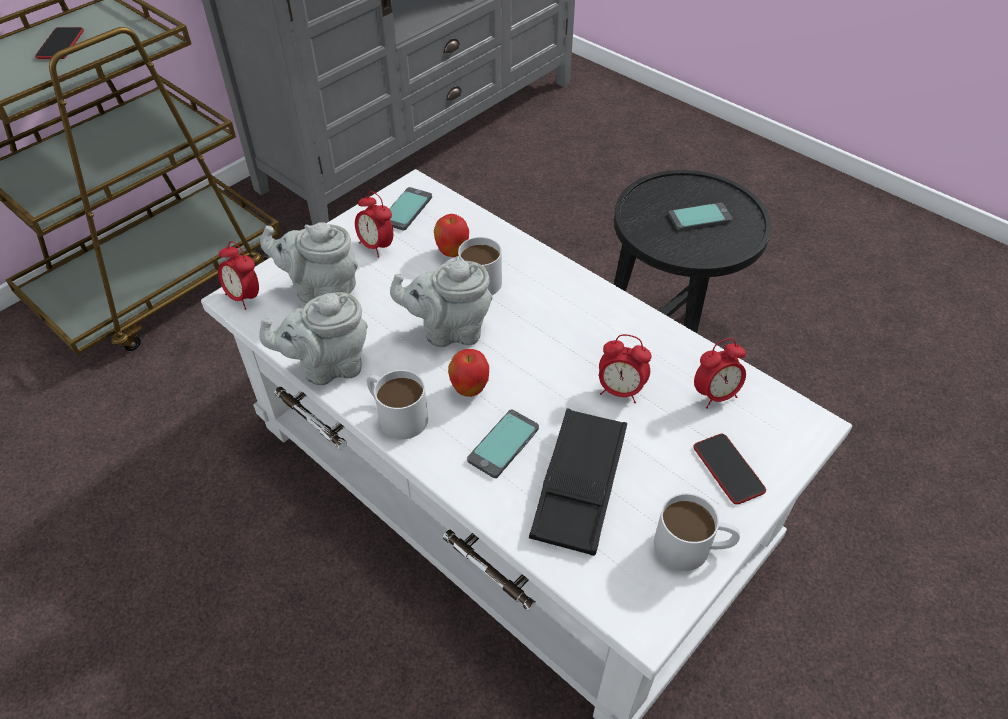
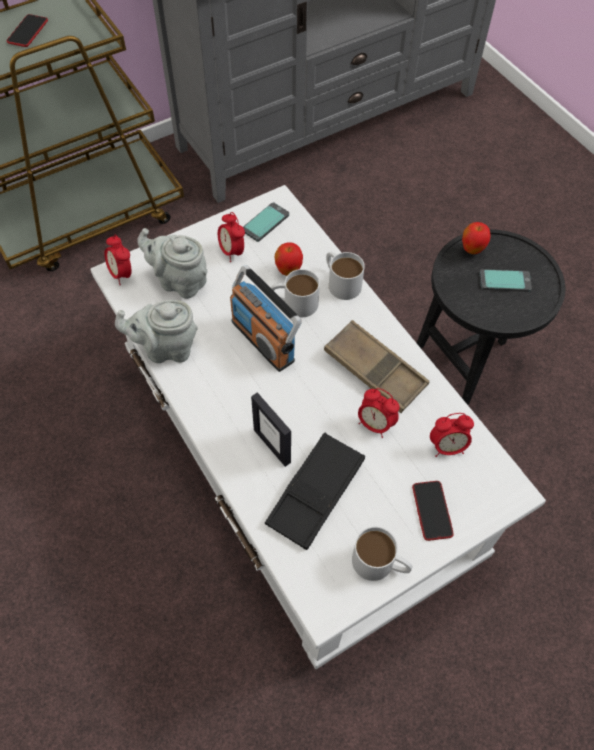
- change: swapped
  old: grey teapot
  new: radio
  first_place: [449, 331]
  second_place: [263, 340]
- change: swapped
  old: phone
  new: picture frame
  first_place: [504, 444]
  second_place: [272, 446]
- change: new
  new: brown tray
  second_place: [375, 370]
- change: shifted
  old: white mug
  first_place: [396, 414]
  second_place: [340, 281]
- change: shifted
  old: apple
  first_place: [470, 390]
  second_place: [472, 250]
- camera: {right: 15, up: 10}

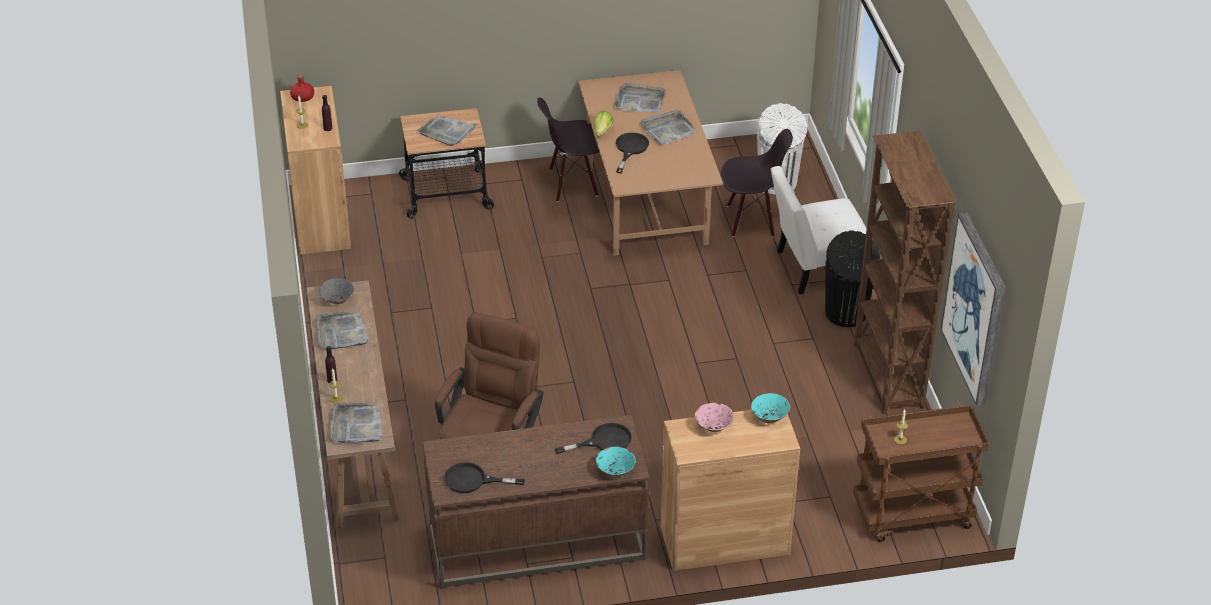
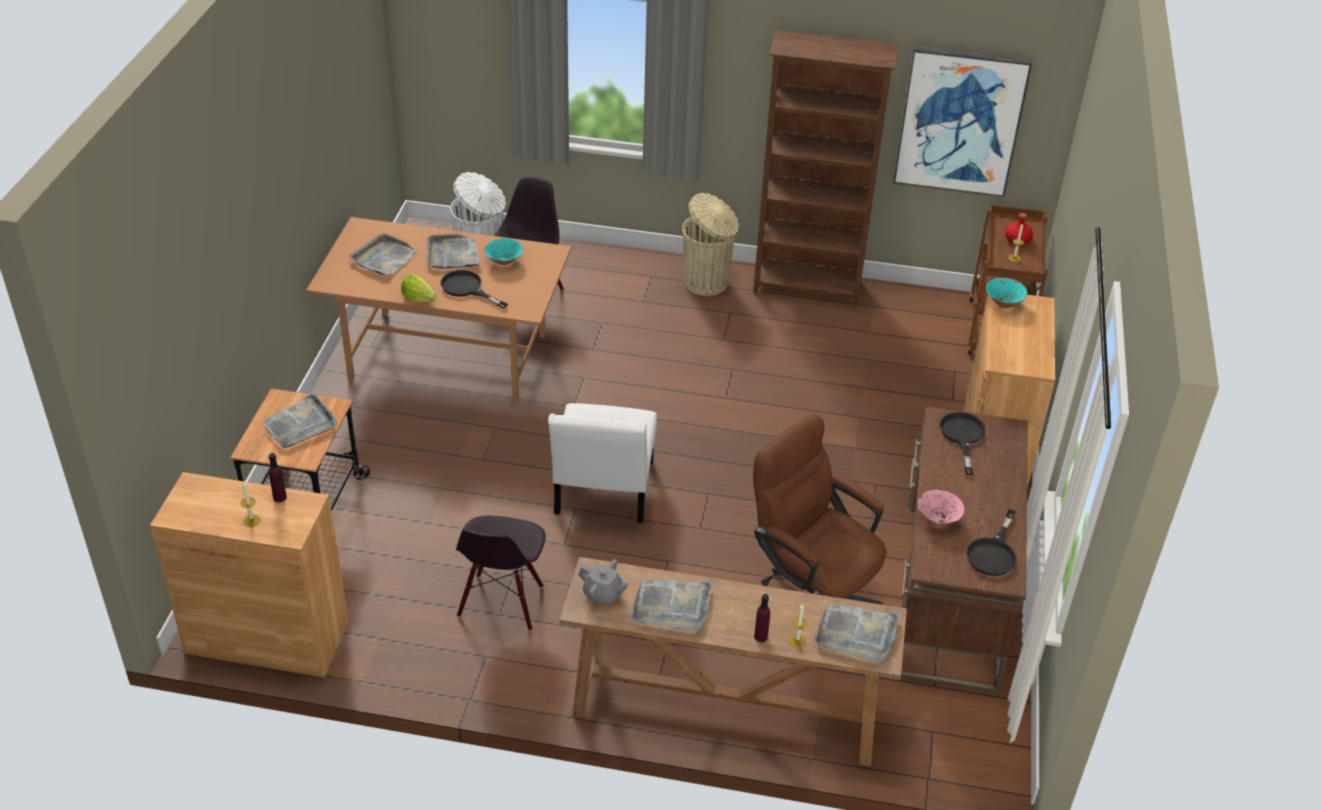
- change: shifted
  old: black chair
  first_place: [572, 183]
  second_place: [502, 602]
- change: shifted
  old: turquoise bowl
  first_place: [615, 471]
  second_place: [504, 261]
- change: shifted
  old: white chair
  first_place: [816, 267]
  second_place: [603, 492]
- change: swapped
  old: grey bowl
  new: grey teapot
  first_place: [337, 300]
  second_place: [603, 594]
- change: repainted
  old: black trash can
  new: beige trash can
  first_place: [846, 314]
  second_place: [707, 283]
- change: shifted
  old: pink bowl
  first_place: [714, 426]
  second_place: [938, 518]
- change: shifted
  old: red bottle
  first_place: [302, 97]
  second_place: [1017, 239]
- camera: {right: -70, up: 0}

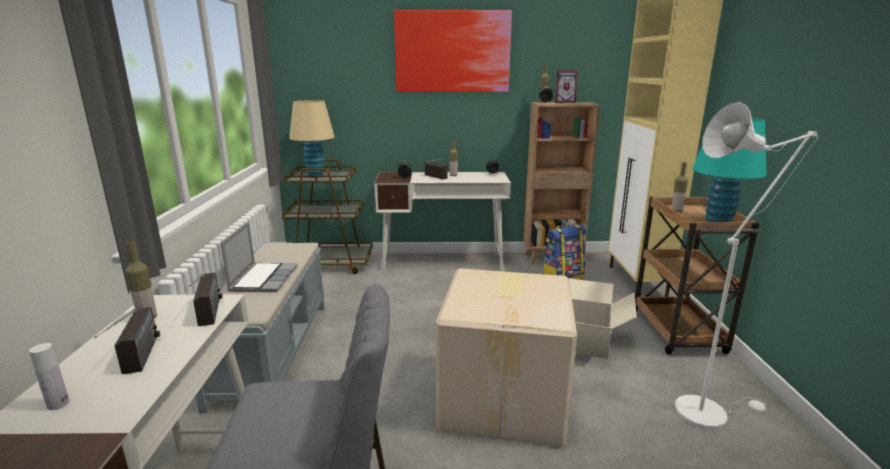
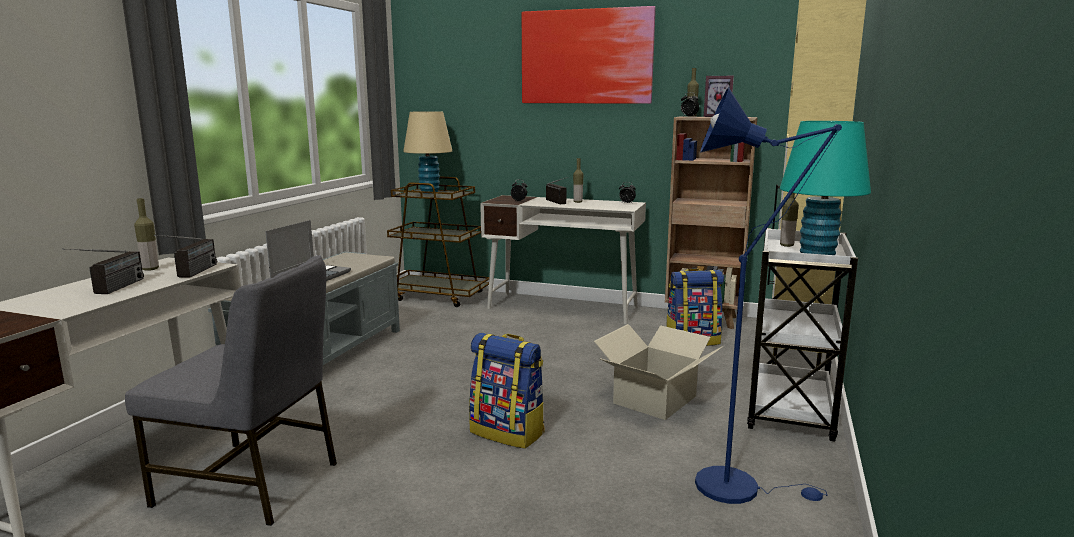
- change: swapped
  old: cardboard box
  new: backpack
  first_place: [505, 398]
  second_place: [508, 432]
- change: repainted
  old: white floor lamp
  new: blue floor lamp
  first_place: [707, 410]
  second_place: [739, 486]
- change: repainted
  old: brown cart
  new: white cart
  first_place: [677, 332]
  second_place: [789, 411]
- change: gone
  old: white bottle
  first_place: [58, 404]
- camera: {right: 20, up: -5}

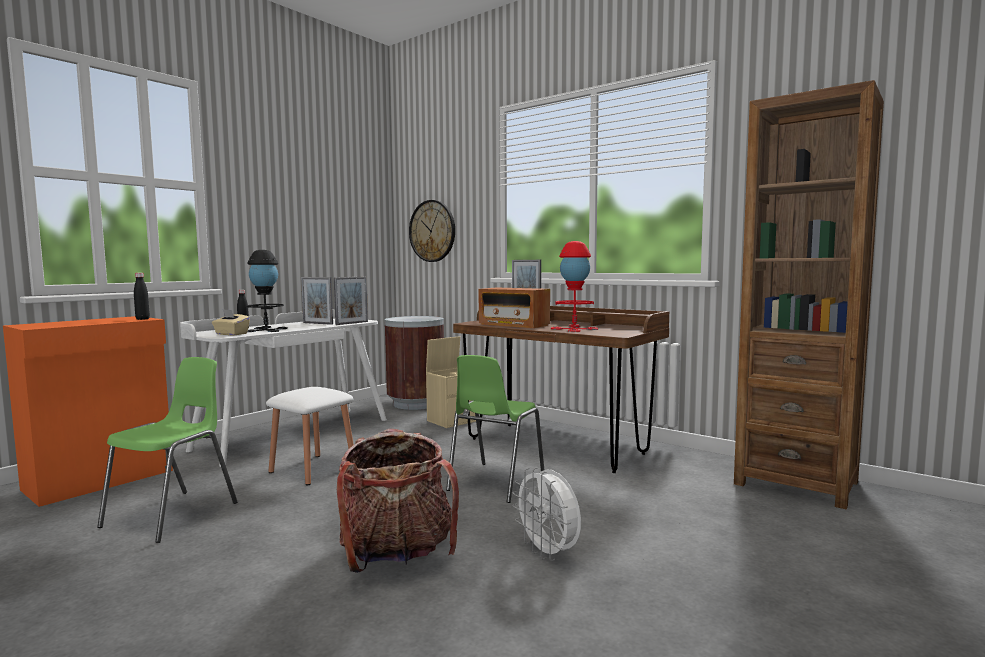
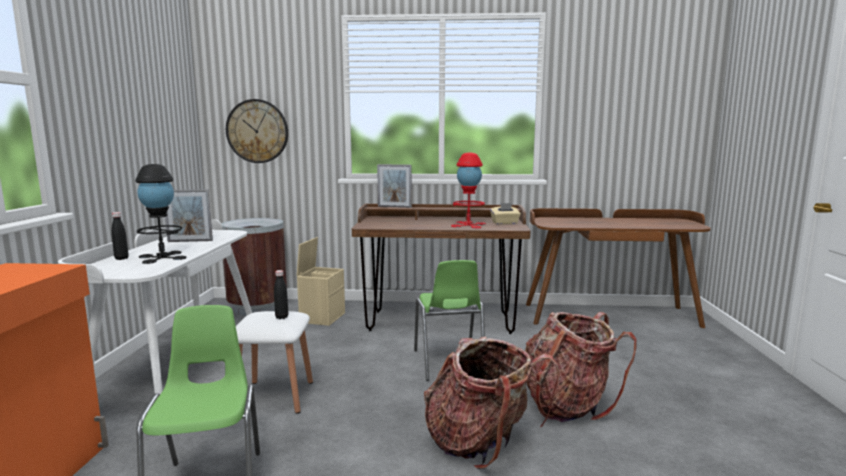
- change: shifted
  old: black bottle
  first_place: [142, 319]
  second_place: [281, 317]
- change: shifted
  old: beige tissue box
  first_place: [231, 334]
  second_place: [505, 223]
- change: swapped
  old: white fan
  new: backpack
  first_place: [548, 553]
  second_place: [567, 404]
- change: swapped
  old: brown bookcase
  new: brown desk
  first_place: [796, 483]
  second_place: [609, 315]
- change: gone
  old: picture frame
  first_place: [352, 323]
- change: gone
  old: radio
  first_place: [513, 325]
- camera: {right: -35, up: 5}

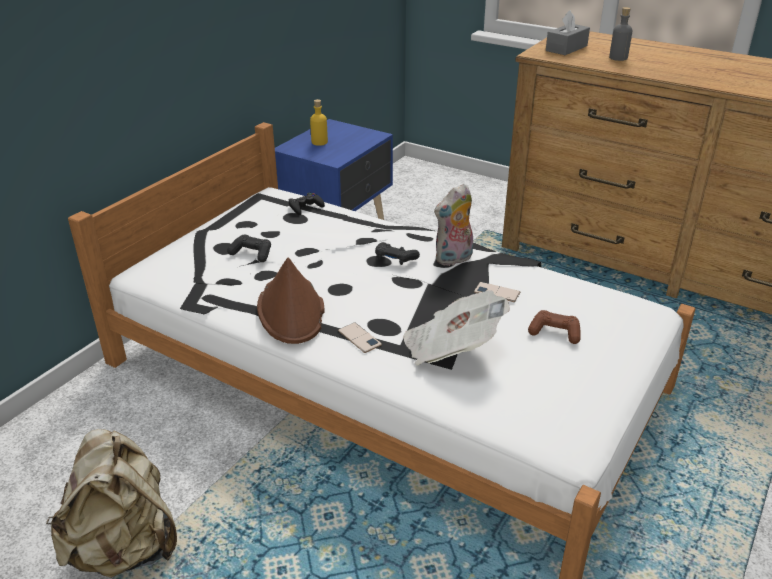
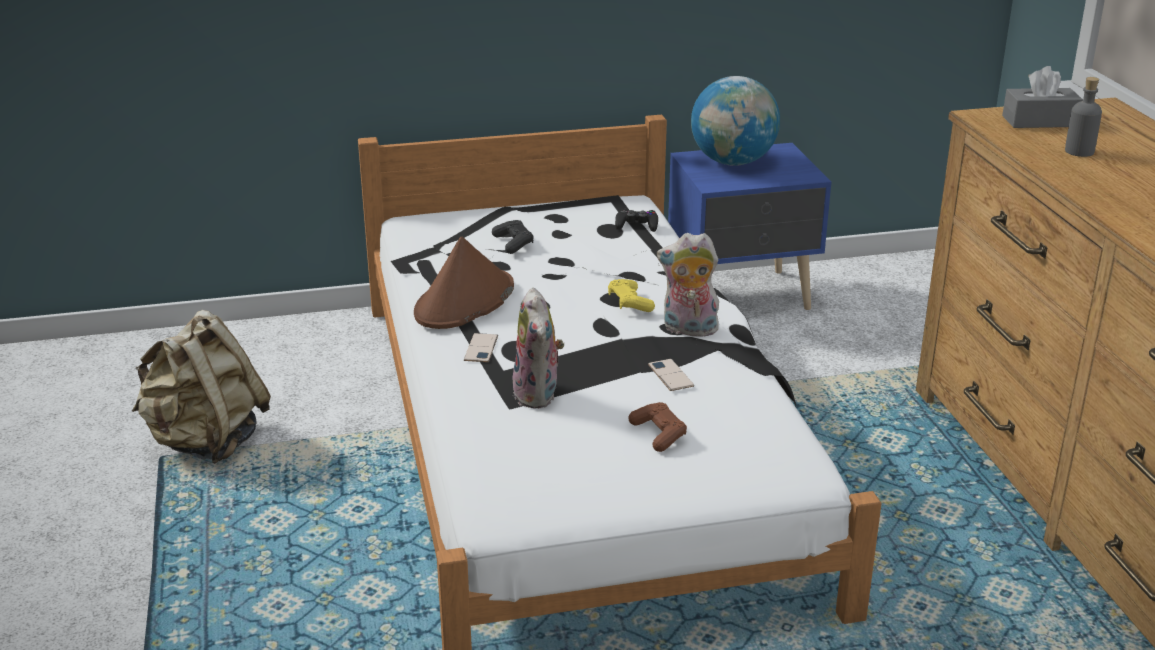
- change: swapped
  old: newspaper
  new: plush toy
  first_place: [451, 348]
  second_place: [539, 395]
- change: repainted
  old: black game controller
  new: yellow game controller
  first_place: [395, 259]
  second_place: [629, 303]
- change: swapped
  old: yellow bottle
  new: globe
  first_place: [319, 142]
  second_place: [732, 162]
- camera: {right: 45, up: -5}

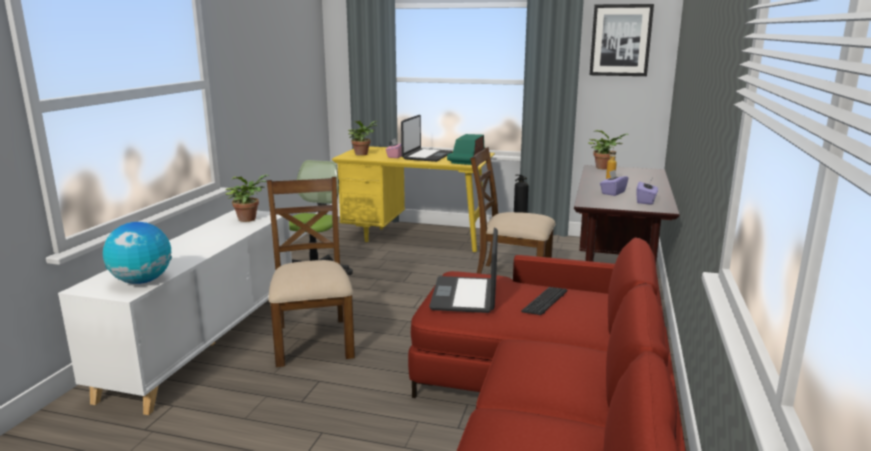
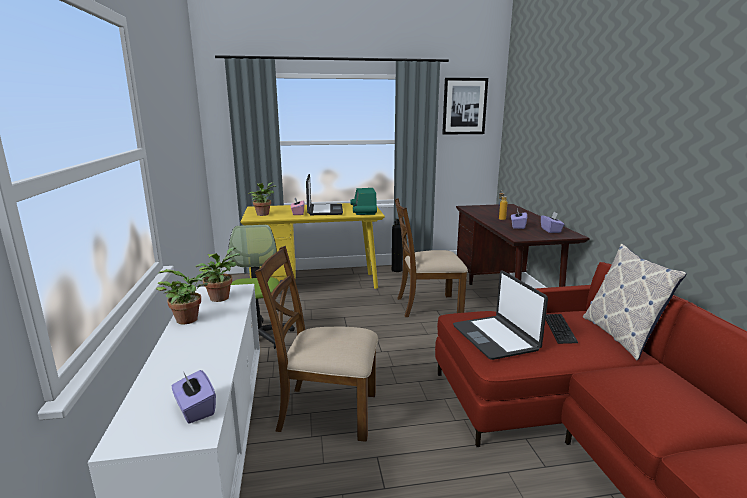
- change: shifted
  old: potted plant
  first_place: [605, 168]
  second_place: [190, 319]
- change: swapped
  old: globe
  new: purple tissue box
  first_place: [142, 281]
  second_place: [195, 409]
- change: rotated
  old: brown chair
  first_place: [313, 340]
  second_place: [326, 411]
  degrees: -45
- change: new
  new: pillow
  second_place: [621, 336]
- camera: {right: -25, up: 0}

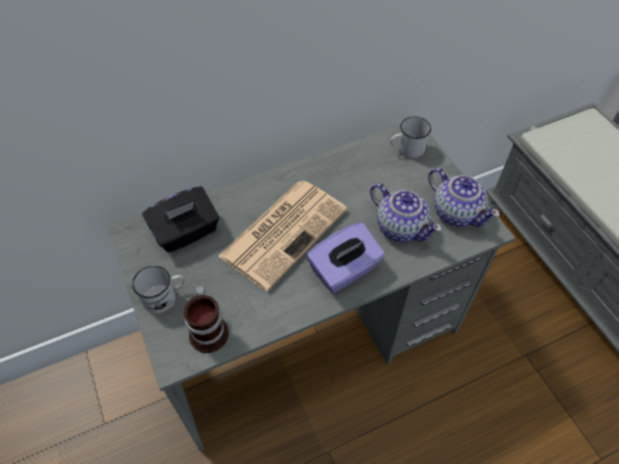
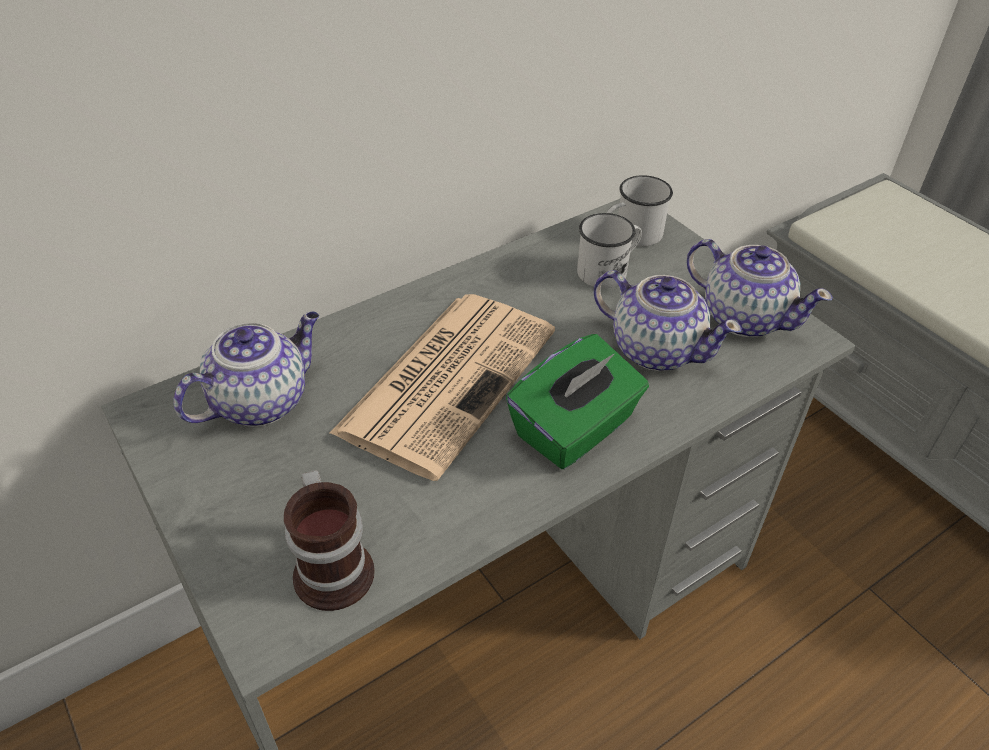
- change: swapped
  old: black tissue box
  new: teapot
  first_place: [186, 232]
  second_place: [262, 401]
- change: repainted
  old: purple tissue box
  new: green tissue box
  first_place: [344, 270]
  second_place: [575, 429]
- change: shifted
  old: white mug
  first_place: [165, 297]
  second_place: [608, 270]
- camera: {right: -10, up: -10}

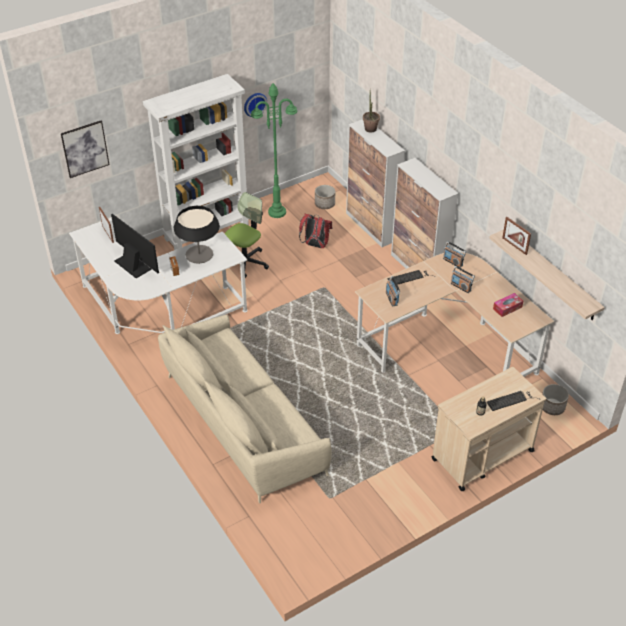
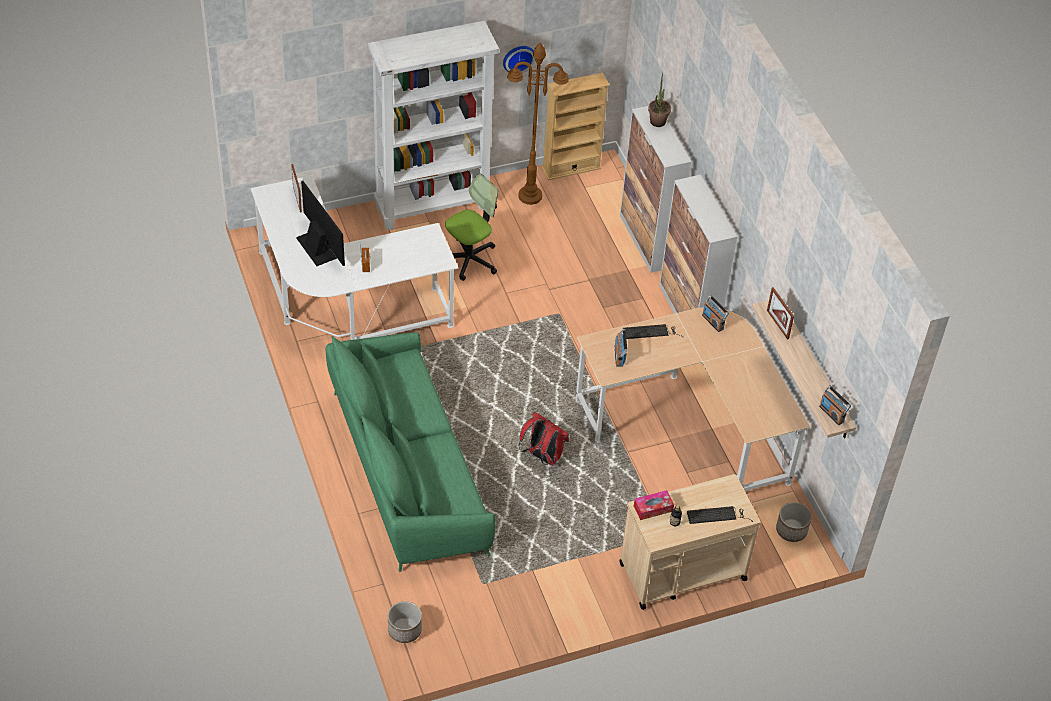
- change: repainted
  old: beige sofa
  new: green sofa
  first_place: [242, 423]
  second_place: [406, 470]
- change: shifted
  old: planter
  first_place: [325, 204]
  second_place: [405, 630]
- change: repainted
  old: green floor lamp
  new: brown floor lamp
  first_place: [277, 212]
  second_place: [530, 196]
- change: shifted
  old: red backpack
  first_place: [315, 245]
  second_place: [542, 456]
- change: new
  new: beige bookcase
  second_place: [571, 168]
- change: shifted
  old: tissue box
  first_place: [507, 308]
  second_place: [653, 508]
- change: shifted
  old: radio
  first_place: [461, 286]
  second_place: [832, 414]
- change: gone
  old: picture
  first_place: [85, 148]
- change: gone
  old: table lamp
  first_place: [199, 254]
- camera: {right: 10, up: 5}

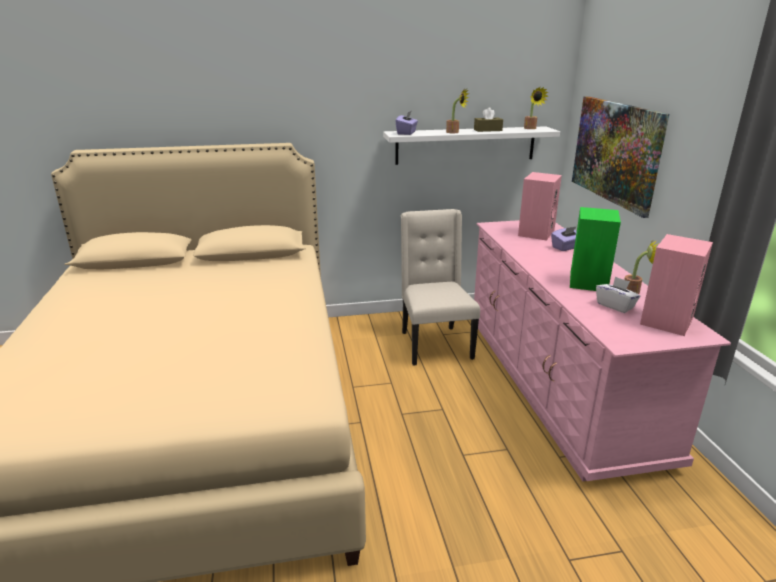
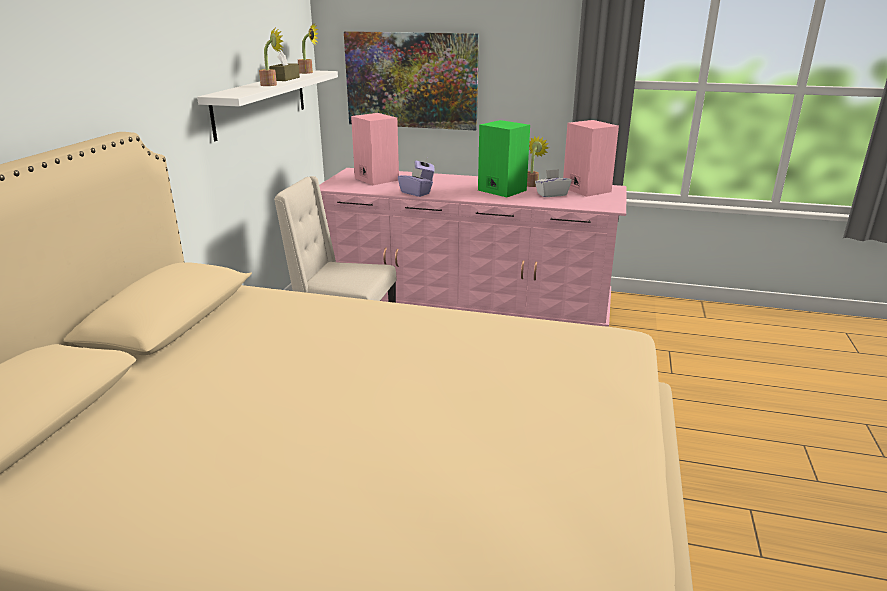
- change: shifted
  old: purple tissue box
  first_place: [406, 133]
  second_place: [415, 193]
- camera: {right: -65, up: 0}

